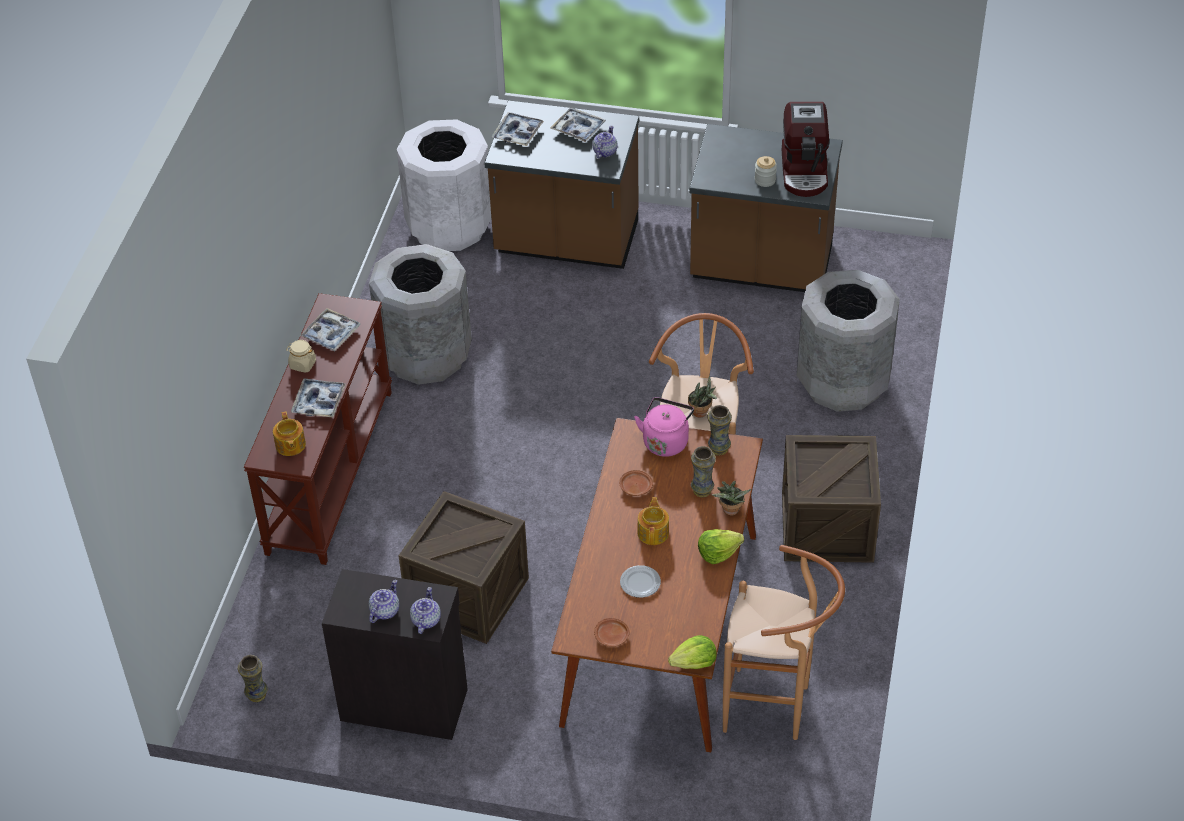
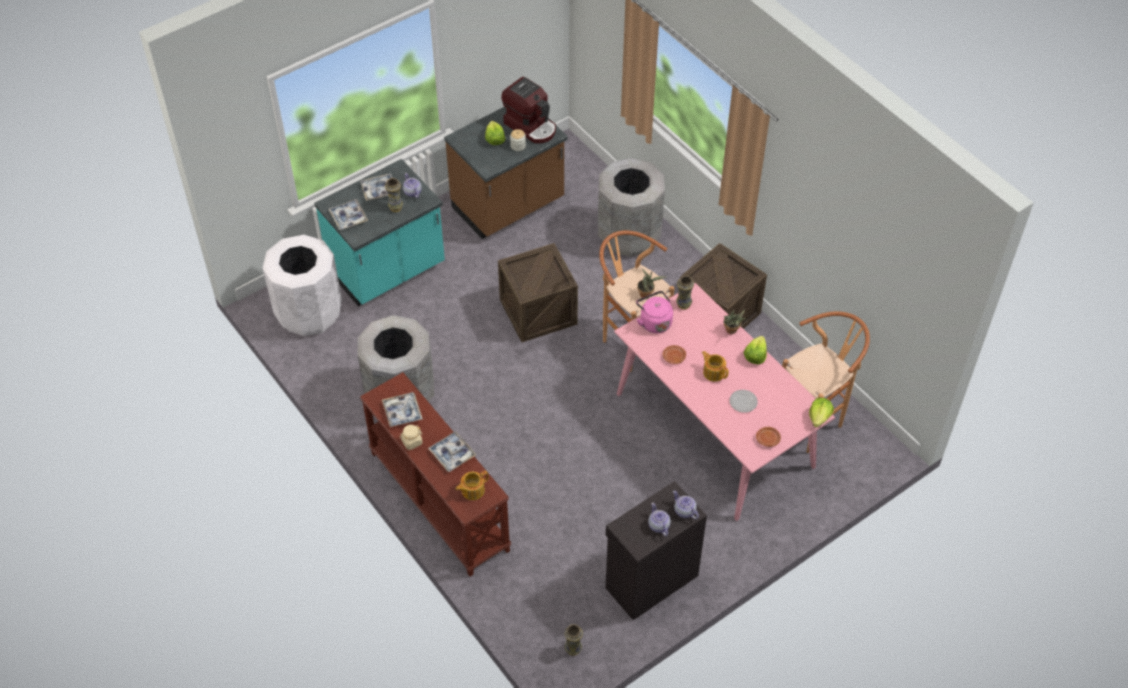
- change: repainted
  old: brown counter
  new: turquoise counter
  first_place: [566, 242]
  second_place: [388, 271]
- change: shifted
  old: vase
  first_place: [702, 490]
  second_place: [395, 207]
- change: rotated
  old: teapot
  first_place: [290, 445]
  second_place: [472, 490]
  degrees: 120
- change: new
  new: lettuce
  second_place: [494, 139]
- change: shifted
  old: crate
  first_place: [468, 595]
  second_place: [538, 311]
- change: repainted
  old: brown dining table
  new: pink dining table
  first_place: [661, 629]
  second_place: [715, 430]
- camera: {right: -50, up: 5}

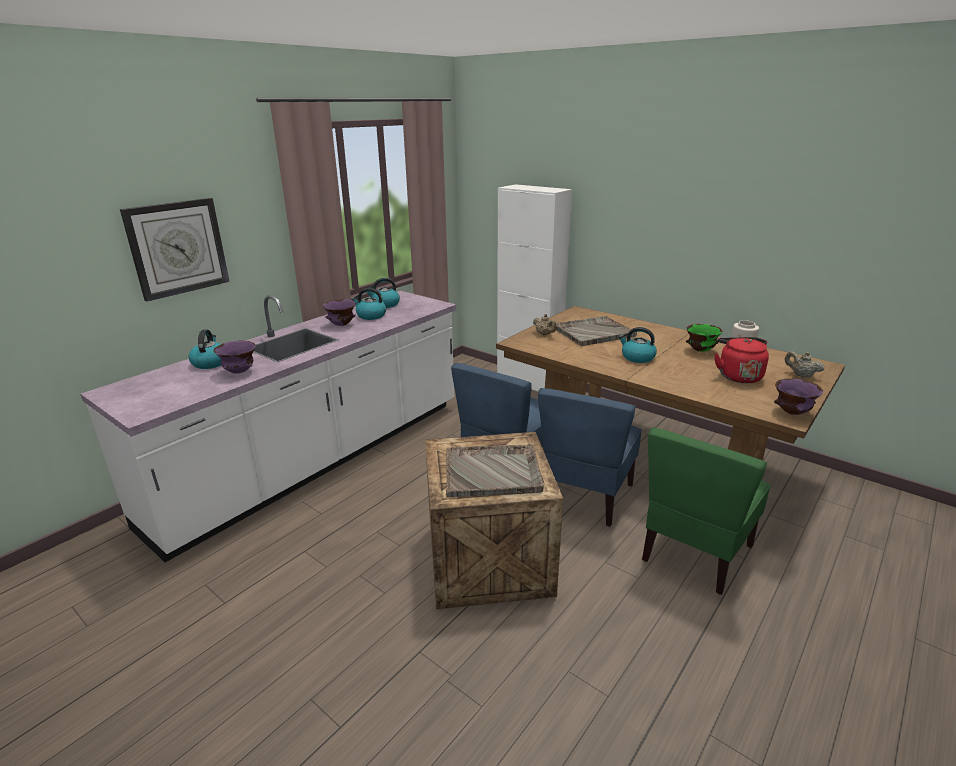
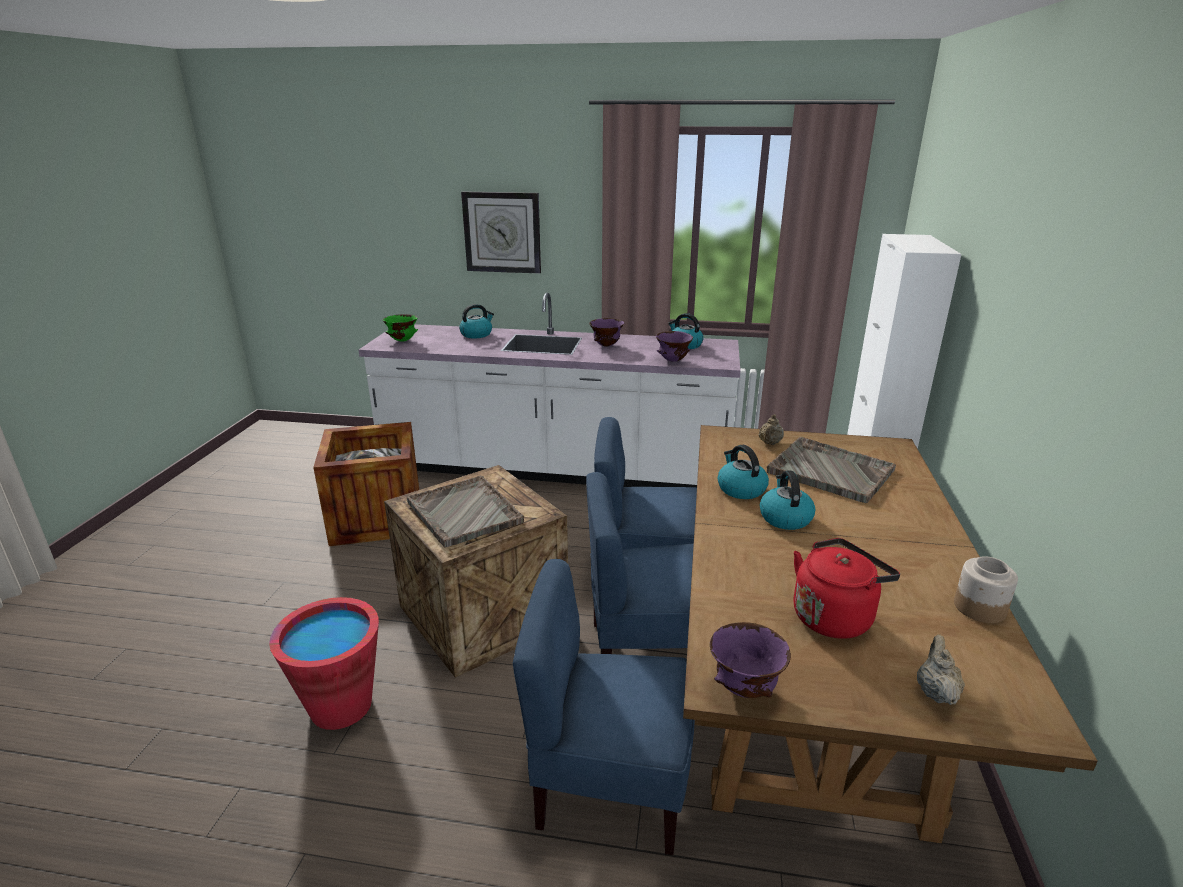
- change: new
  new: red bucket
  second_place: [341, 706]
- change: new
  new: crate
  second_place: [377, 518]
- change: shifted
  old: green bowl
  first_place: [700, 351]
  second_place: [402, 341]
- change: repainted
  old: green chair
  new: blue chair
  first_place: [695, 552]
  second_place: [609, 786]
- change: shifted
  old: purple bowl
  first_place: [240, 372]
  second_place: [673, 361]
- change: shifted
  old: kettle
  first_place: [370, 316]
  second_place: [740, 489]
- camera: {right: 60, up: 0}

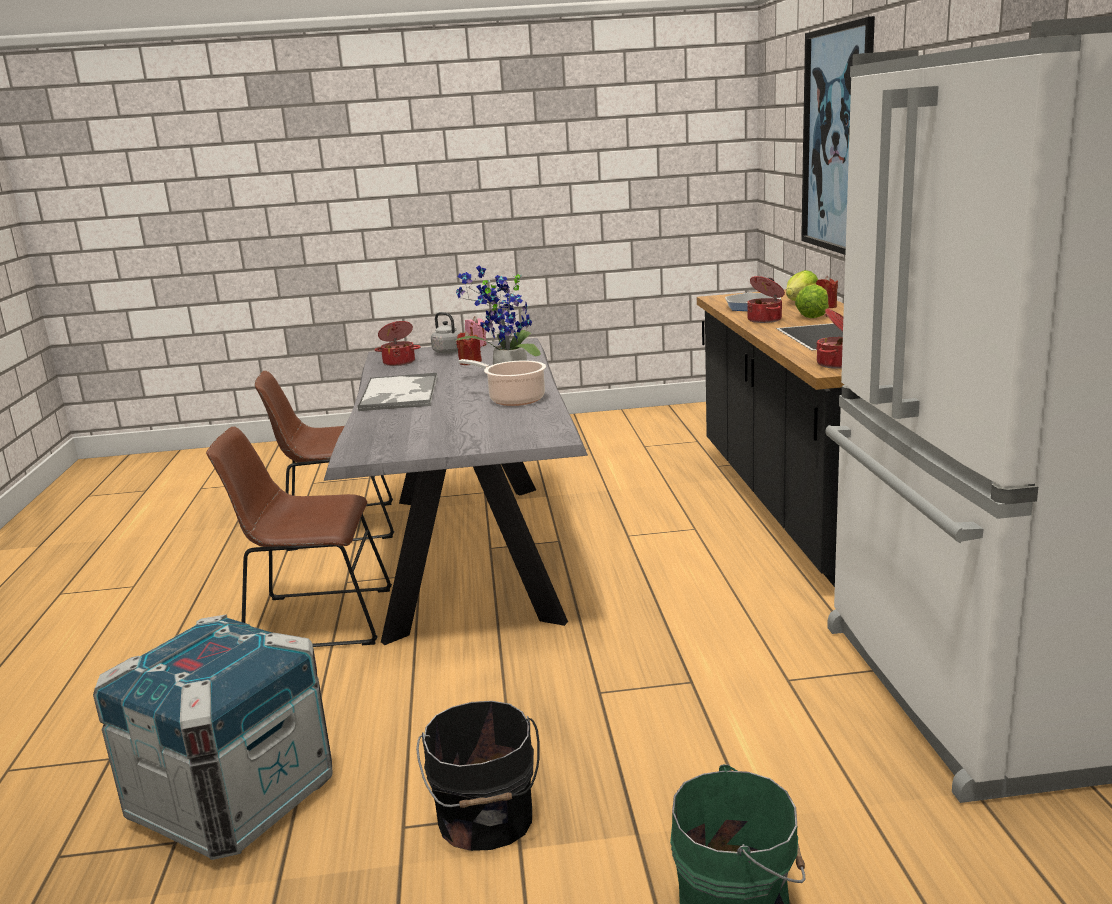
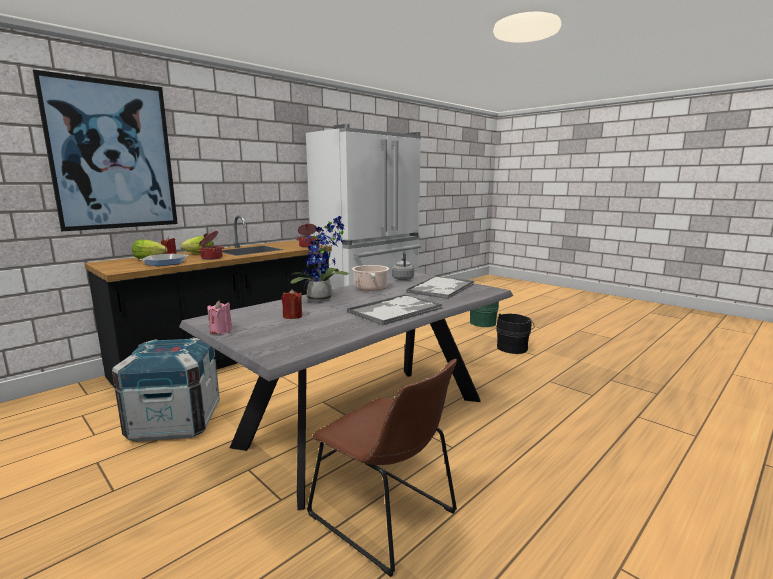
- change: shifted
  old: crate
  first_place: [233, 800]
  second_place: [175, 422]
- change: shifted
  old: grey kettle
  first_place: [450, 352]
  second_place: [403, 278]
- change: new
  new: tray
  second_place: [441, 288]
- change: gone
  old: brown chair
  first_place: [313, 620]
- change: gone
  old: cooking pot
  first_place: [399, 362]
- camera: {right: -130, up: -5}

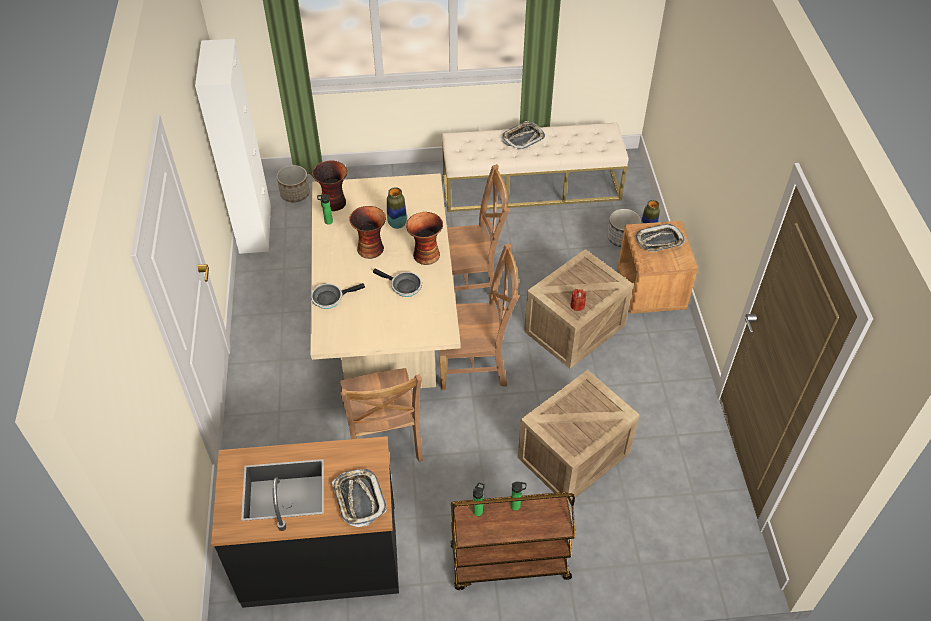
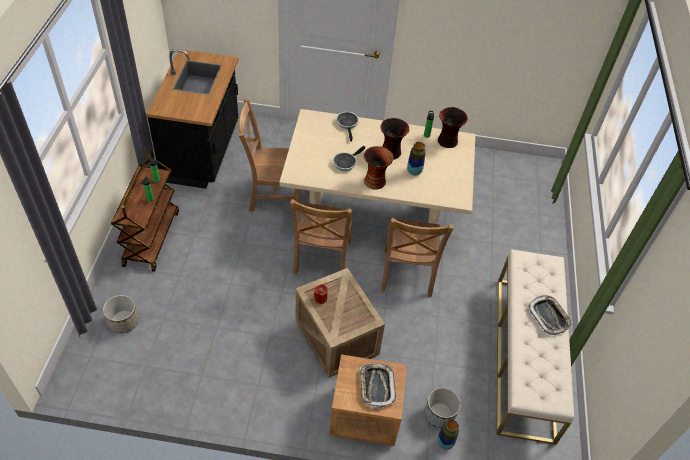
- change: shifted
  old: planter
  first_place: [295, 194]
  second_place: [123, 321]
- change: gone
  old: white cabinet
  first_place: [255, 229]
- change: gone
  old: tray
  first_place: [359, 499]
- change: gone
  old: crate
  first_place: [573, 456]
- camera: {right: 100, up: 0}

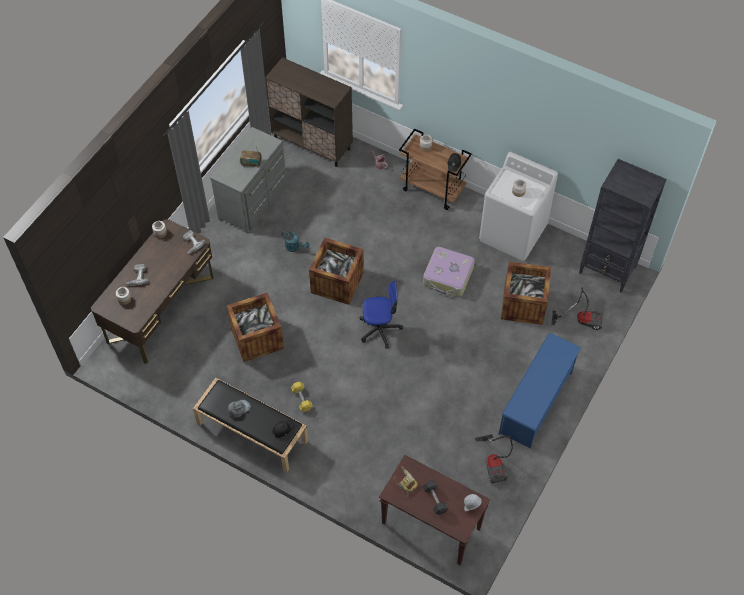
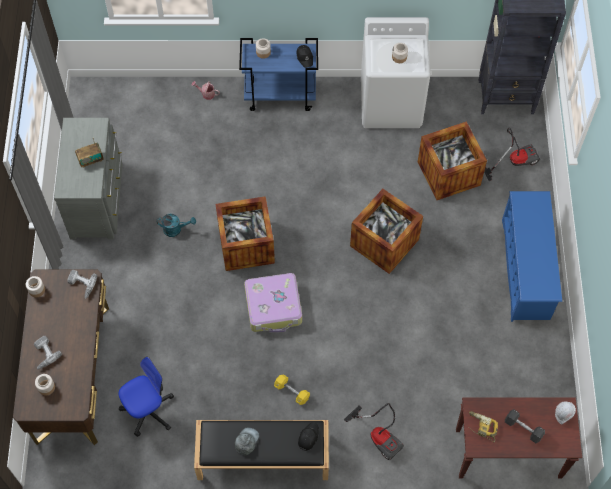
- change: shifted
  old: office chair
  first_place: [379, 329]
  second_place: [148, 410]
- change: repainted
  old: brown cart
  new: blue cart
  first_place: [433, 189]
  second_place: [281, 95]
- change: shifted
  old: suitcase
  first_place: [448, 276]
  second_place: [274, 307]
- change: shifted
  old: vacuum cleaner
  first_place: [494, 463]
  second_place: [379, 436]
- change: shifted
  old: crate
  first_place: [257, 338]
  second_place: [384, 243]
- change: gone
  old: brown cabinet
  first_place: [312, 144]
- camera: {right: -30, up: 5}

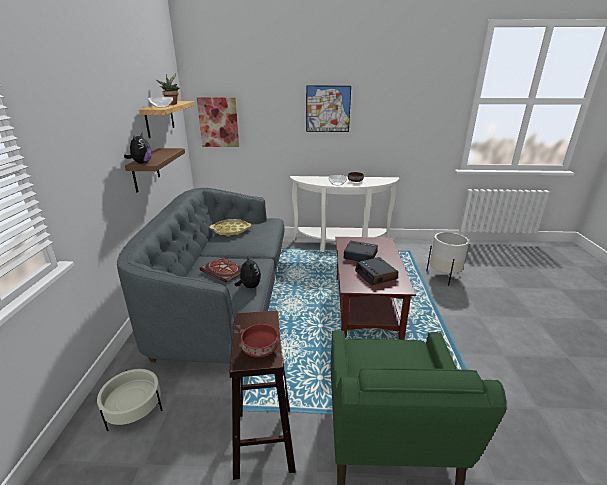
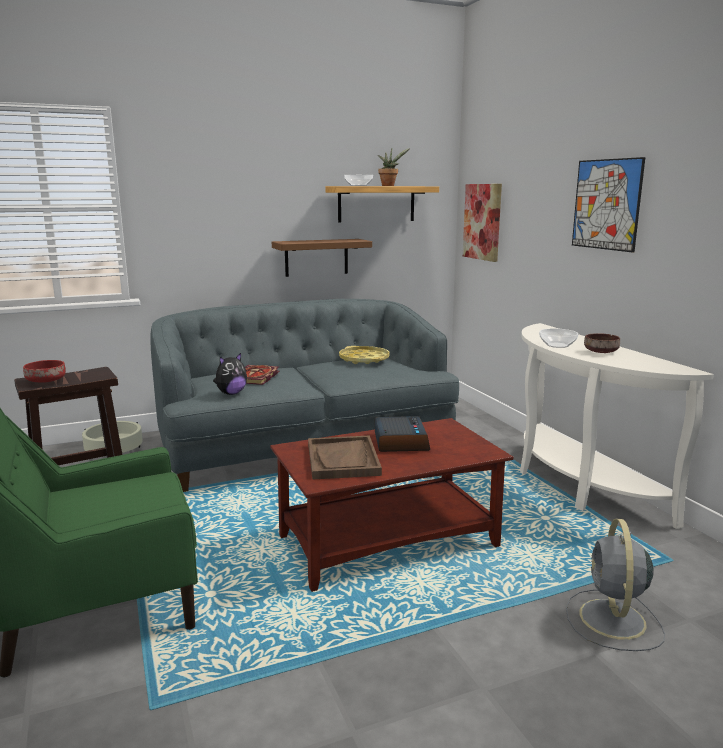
- change: swapped
  old: alarm clock
  new: brown tray
  first_place: [376, 275]
  second_place: [343, 460]
- change: swapped
  old: white planter
  new: grey fan
  first_place: [444, 276]
  second_place: [612, 621]
- change: gone
  old: plush toy
  first_place: [141, 163]
- camera: {right: 65, up: -10}

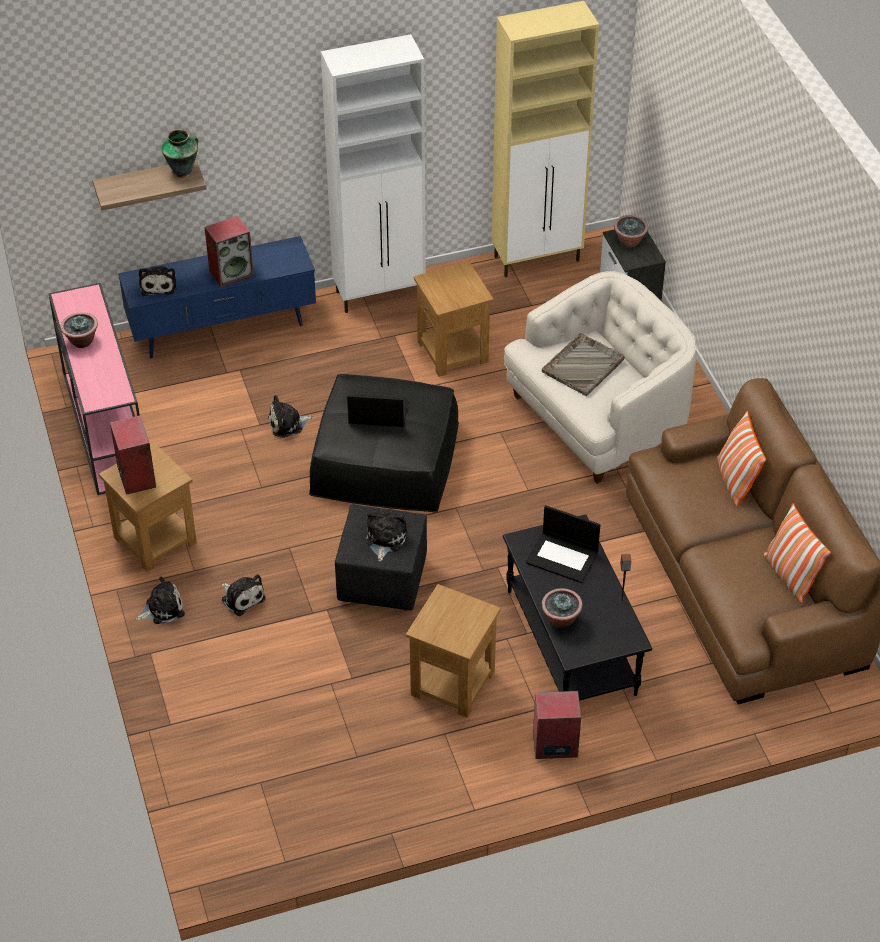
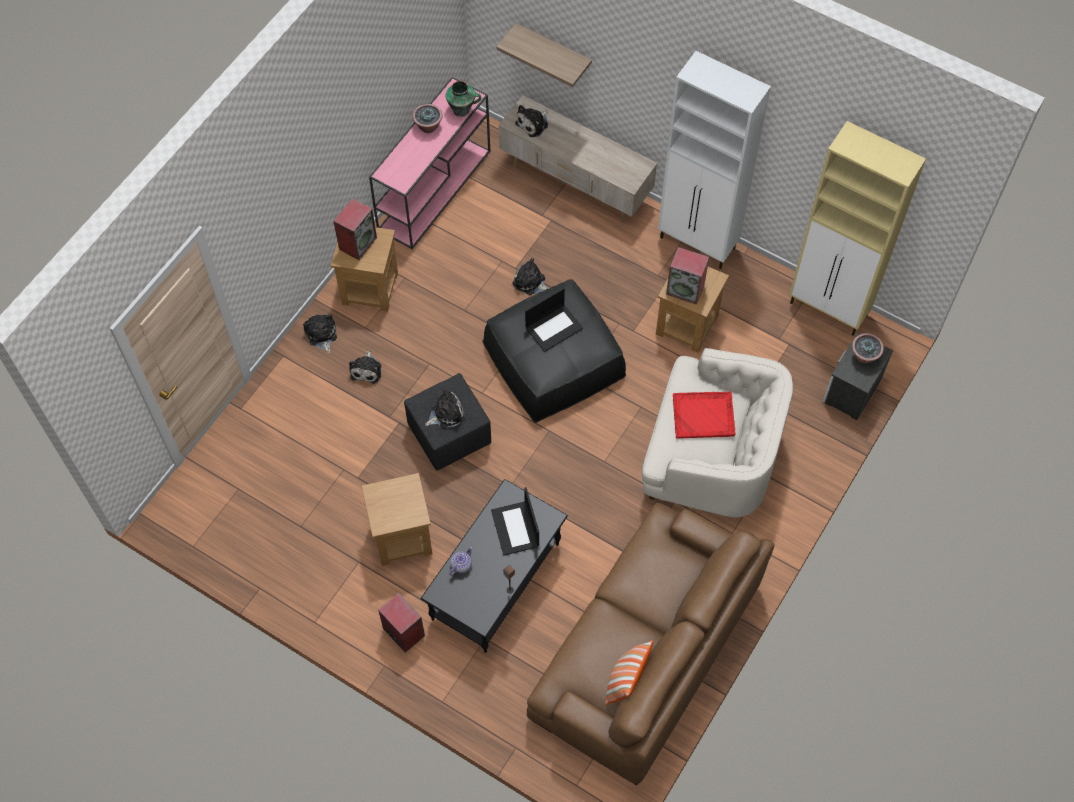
- change: rotated
  old: plush toy
  first_place: [162, 608]
  second_place: [321, 335]
  degrees: -135
- change: shifted
  old: vase
  first_place: [183, 171]
  second_place: [462, 110]
- change: swapped
  old: potted plant
  new: teapot
  first_place: [560, 619]
  second_place: [461, 565]
- change: repainted
  old: blue tv stand
  new: beige tv stand
  first_place: [223, 331]
  second_place: [575, 184]
- change: rotated
  old: laptop
  first_place: [377, 413]
  second_place: [554, 327]
  degrees: 90
- change: shifted
  old: speaker
  first_place: [231, 272]
  second_place: [685, 289]
- change: repainted
  old: grey tray
  new: red tray
  first_place: [583, 365]
  second_place: [704, 416]
- change: gone
  old: pillow
  first_place: [735, 481]
- camera: {right: 50, up: 15}

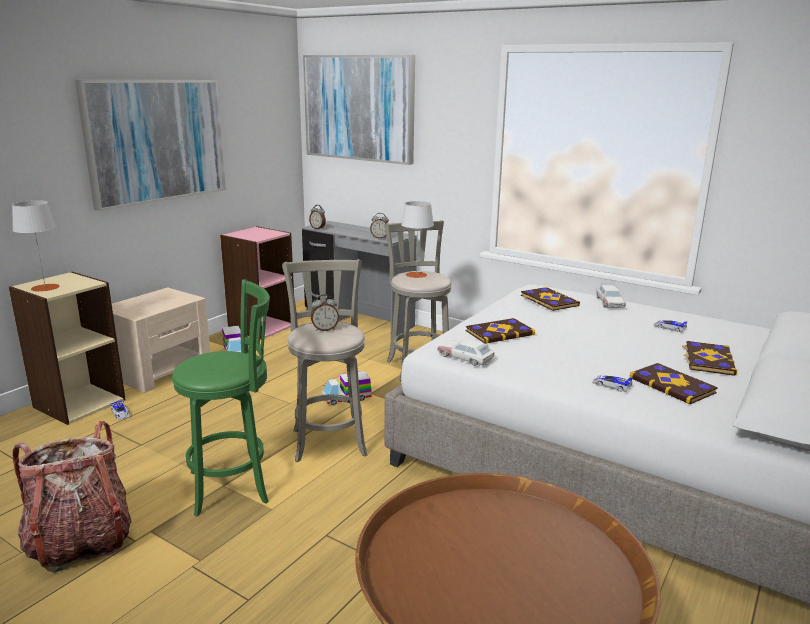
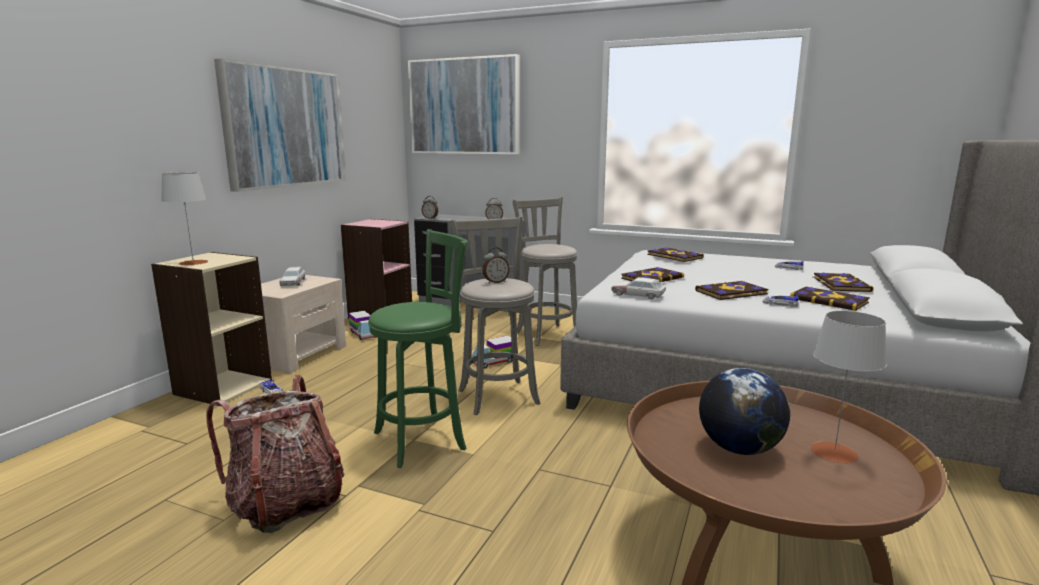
- change: shifted
  old: toy car
  first_place: [609, 302]
  second_place: [293, 282]
- change: new
  new: book
  second_place: [731, 293]
- change: new
  new: globe
  second_place: [739, 448]
- change: shifted
  old: grey table lamp
  first_place: [416, 275]
  second_place: [834, 452]
- camera: {right: -10, up: -5}

